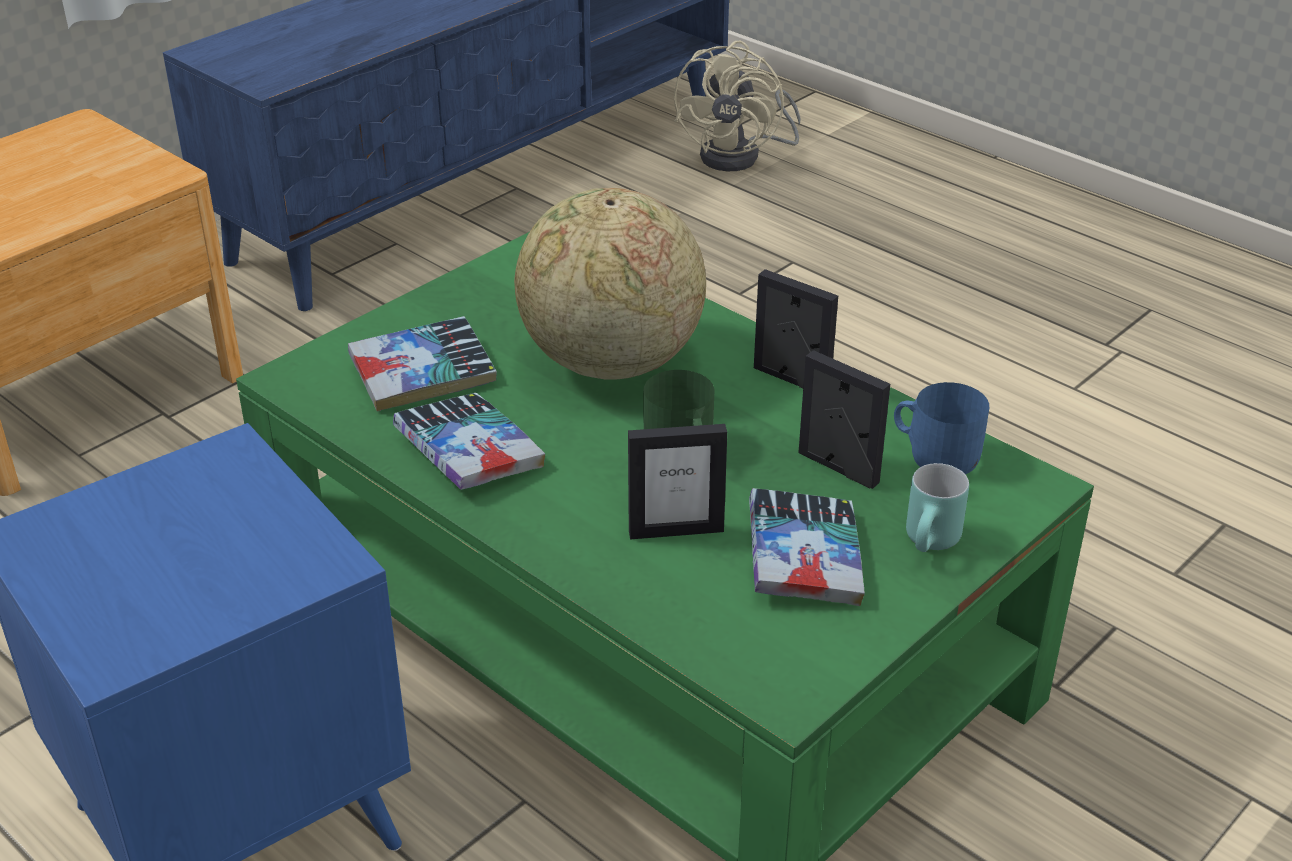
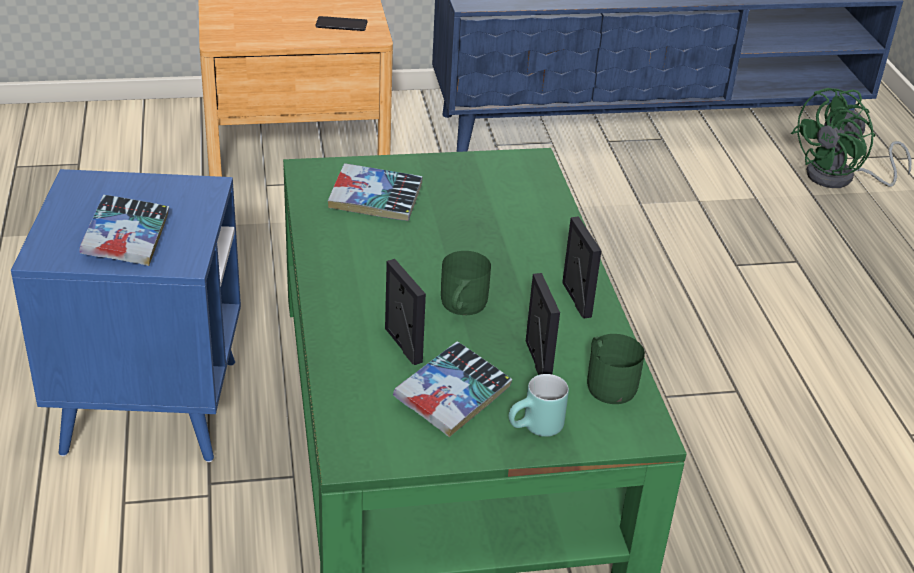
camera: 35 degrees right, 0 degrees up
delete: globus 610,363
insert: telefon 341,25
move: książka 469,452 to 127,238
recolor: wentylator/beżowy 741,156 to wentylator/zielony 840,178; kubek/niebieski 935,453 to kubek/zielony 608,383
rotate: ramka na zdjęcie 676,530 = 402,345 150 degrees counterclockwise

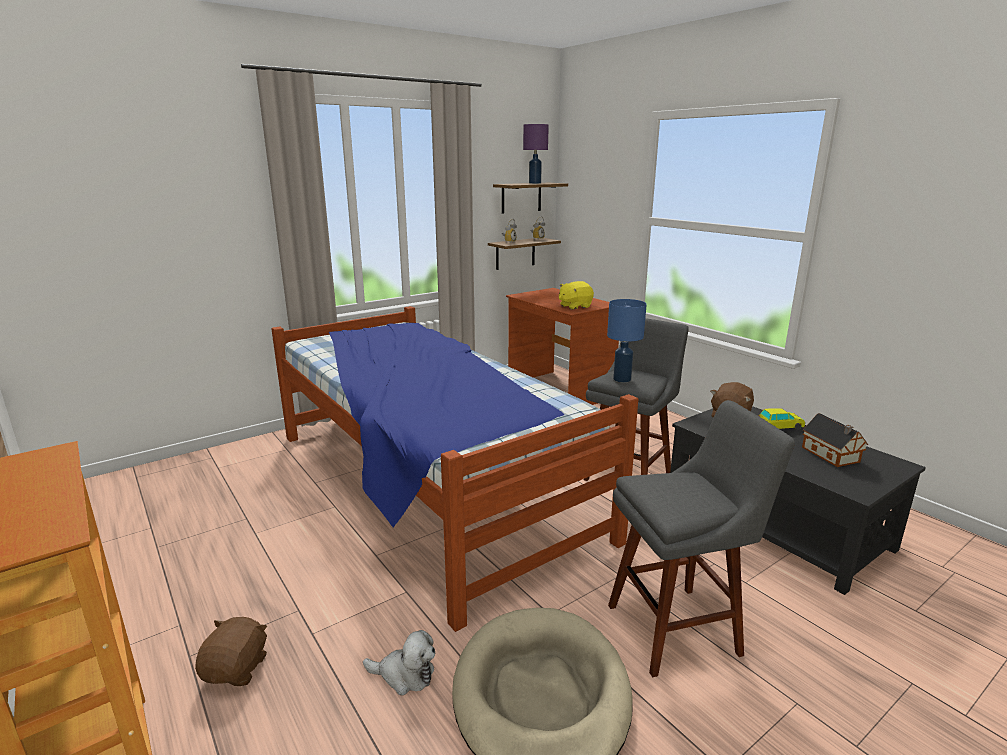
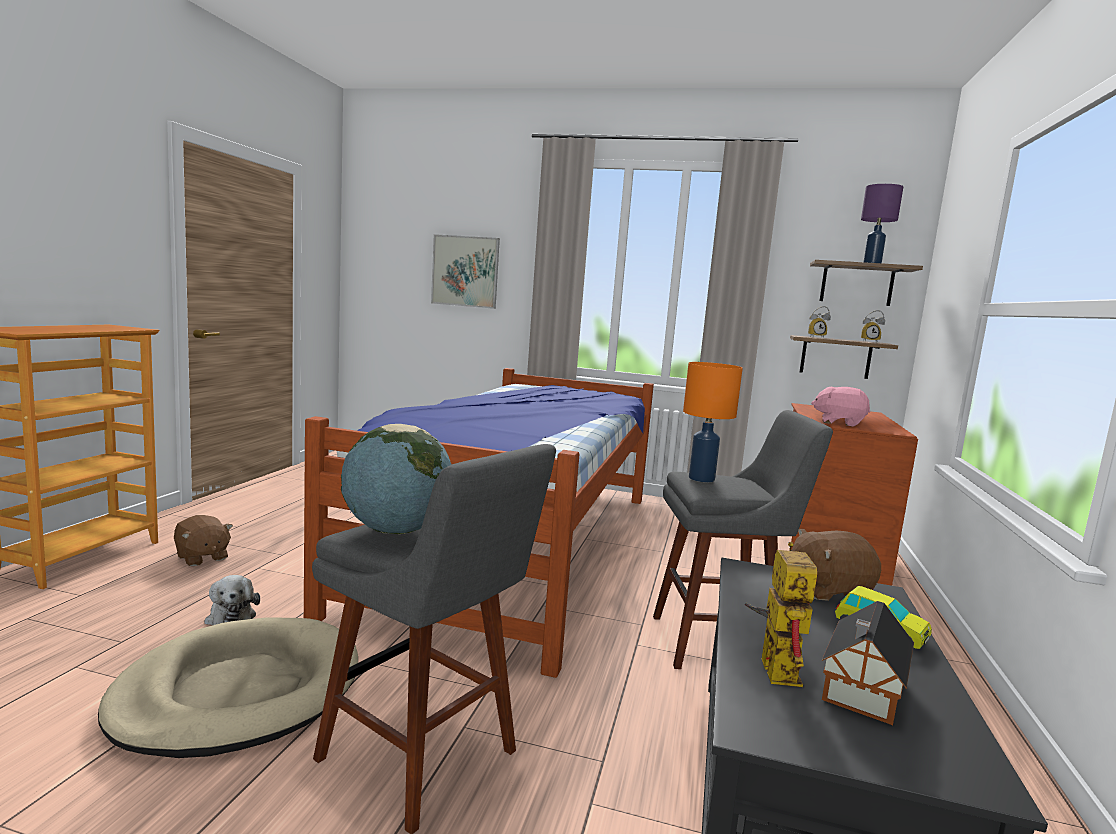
camera: 50 degrees right, 10 degrees down
insert: globus 396,530; obraz 465,271; robot zabawkowy 772,666
recolor: pluszak/żółty 574,306 to pluszak/różowy 839,422; lampa stołowa/niebieski 622,379 to lampa stołowa/pomarańczowy 702,479
rotate: pluszak/brązowy 237,669 = 201,557 75 degrees clockwise

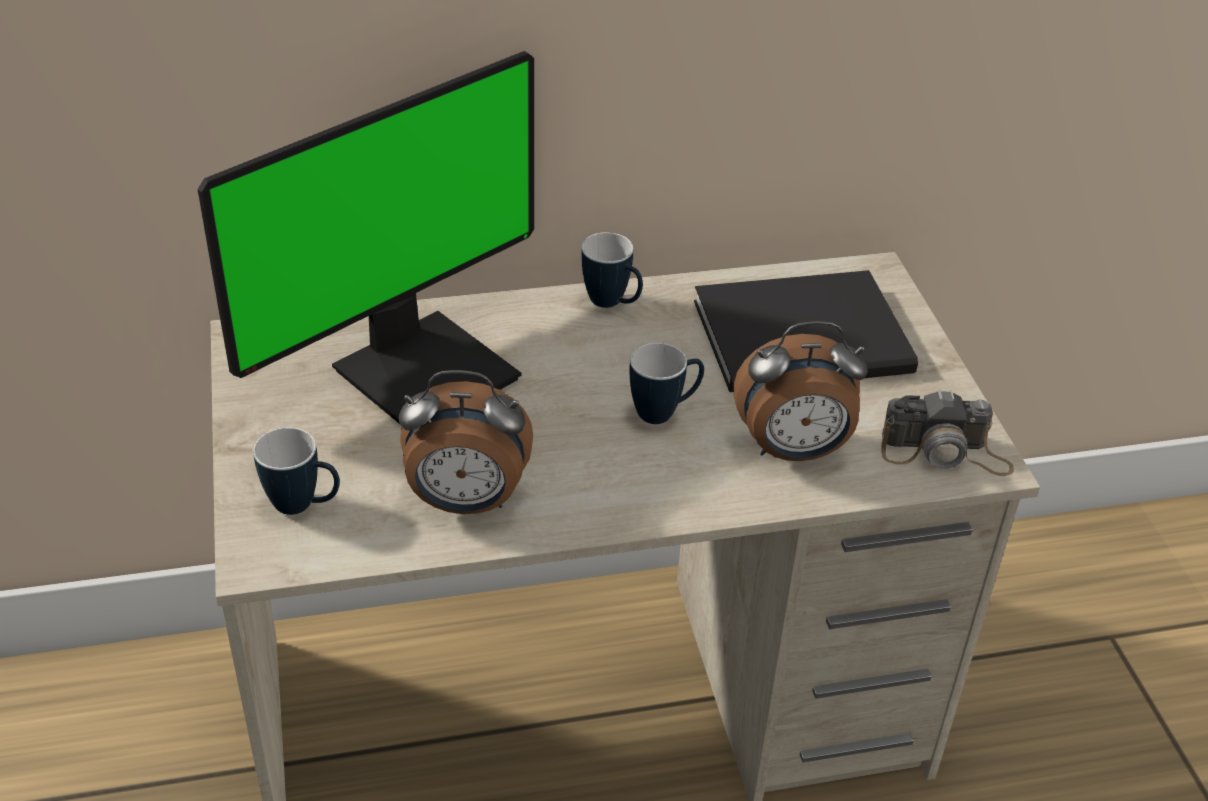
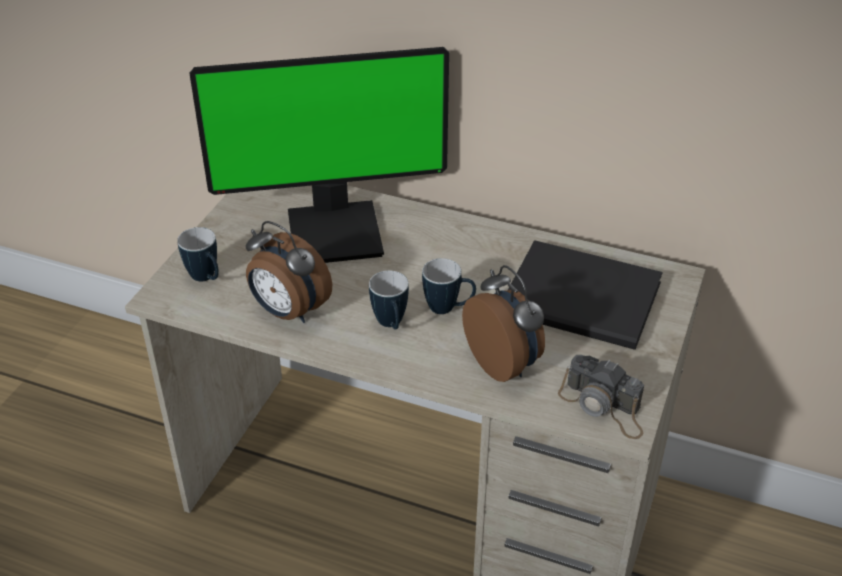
camera: 35 degrees right, 0 degrees up
move: kubek 613,304 to 391,325
rotate: budzik 793,451 = 504,363 150 degrees counterclockwise

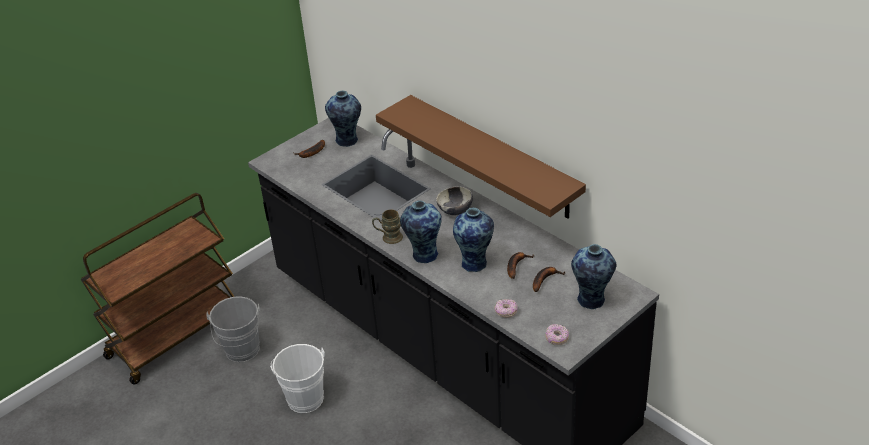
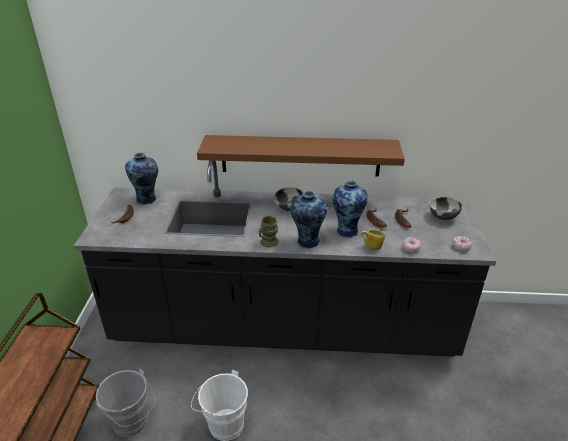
camera: 45 degrees left, 5 degrees down
insert: kubek 371,246
replace: wazon 592,301 to miska 443,217

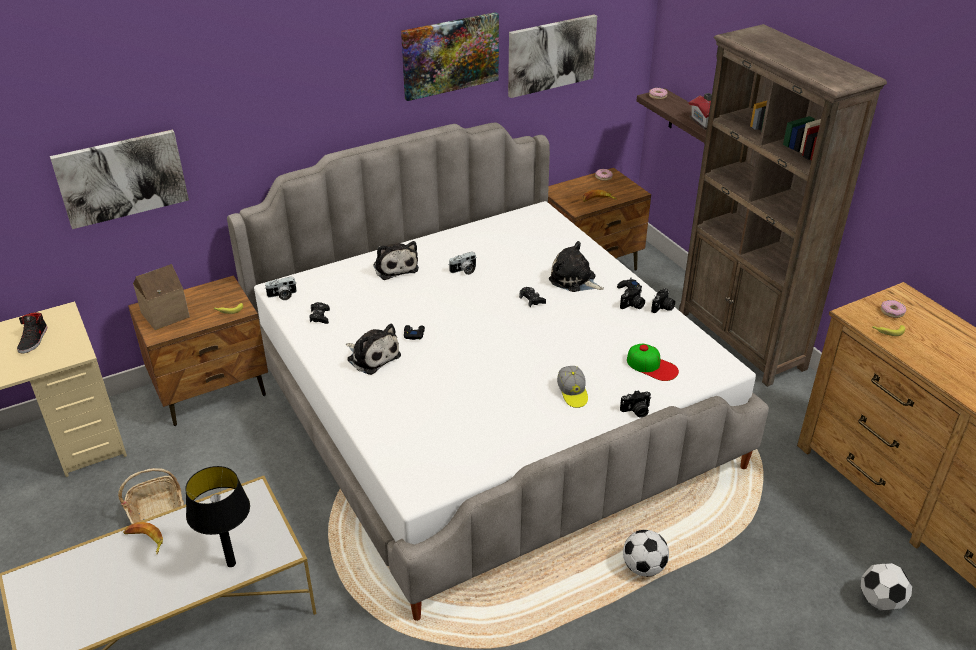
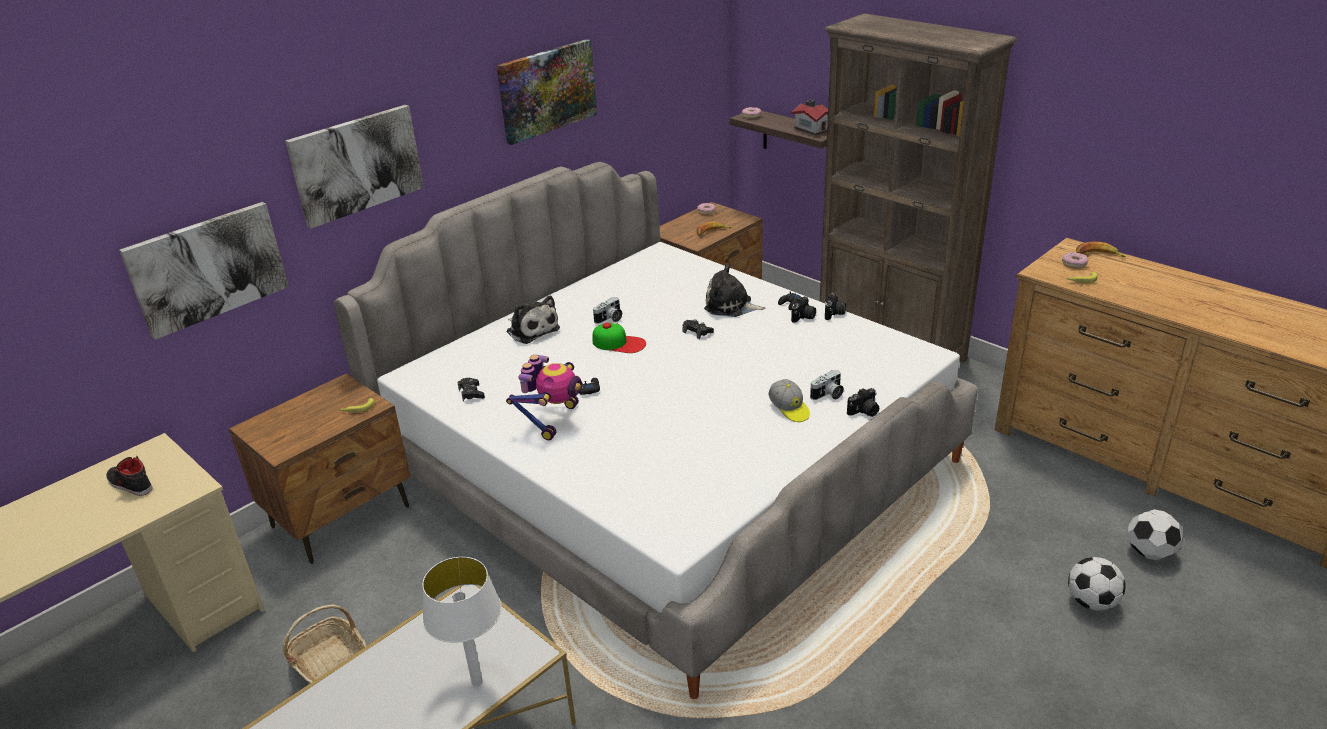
camera: 15 degrees left, 5 degrees down
delete: domek 163,314
move: banan 145,540 to 1098,255; aparat fotograficzny 282,296 to 828,395; obraz 551,55 to 356,164; piłka futbolowa 643,567 to 1091,602; czapka z daszkiem 652,366 to 619,343
replace: pluszak 372,356 to robot zabawkowy 552,420
recolor: lampa stołowa/czarny 231,563 to lampa stołowa/biały 477,681
rotate: but/czarny 34,340 = 129,484 135 degrees clockwise

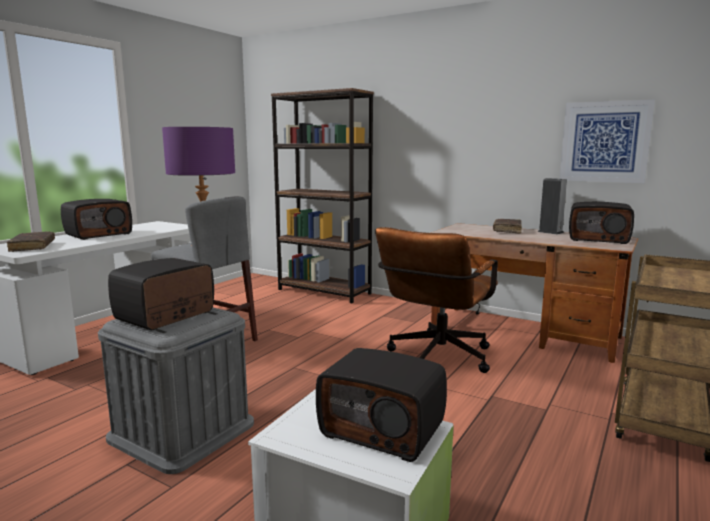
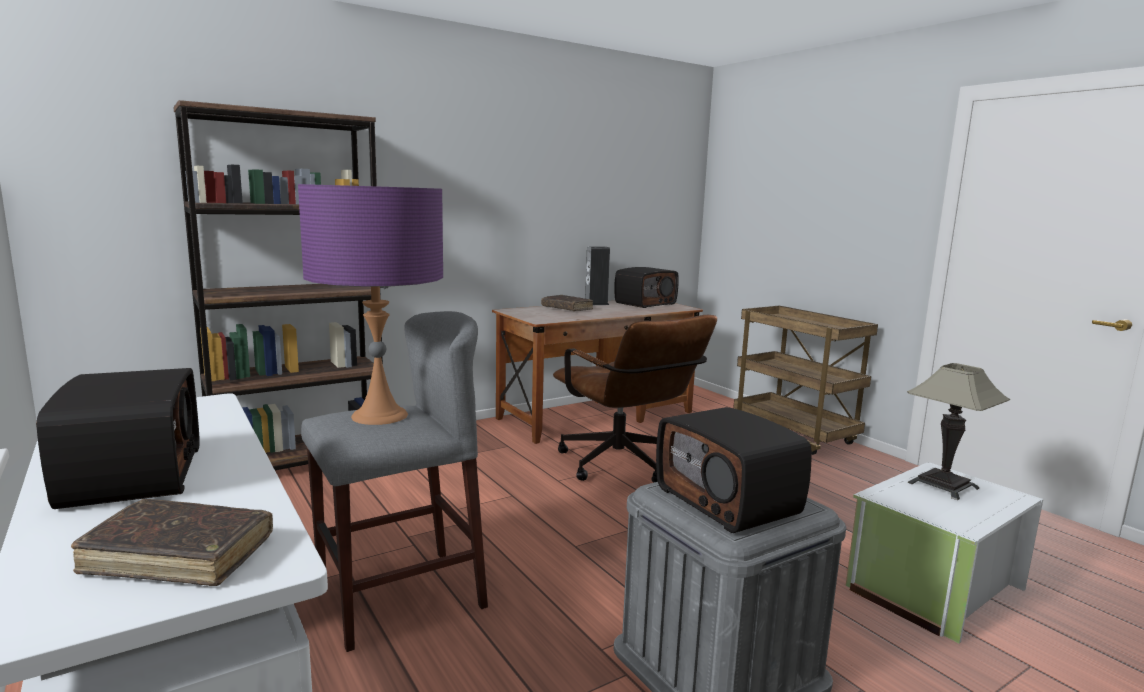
camera: 65 degrees left, 0 degrees up
delete: obraz 604,142
replace: radio 383,429 to lampa stołowa 943,485

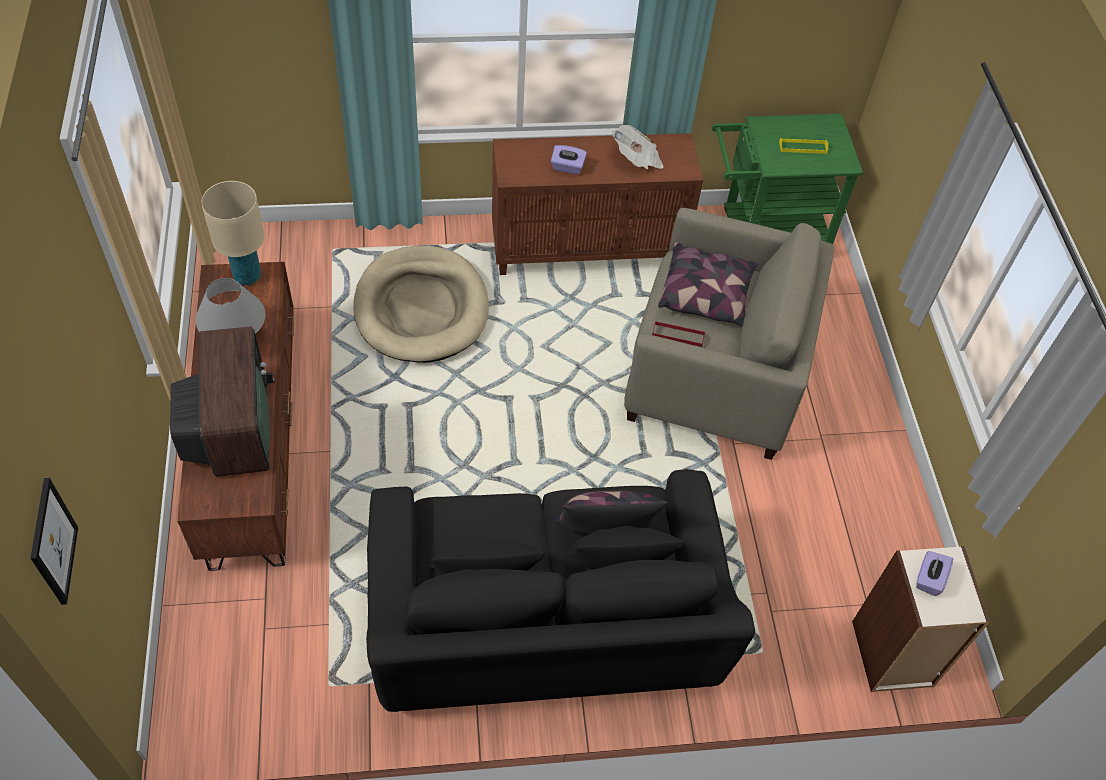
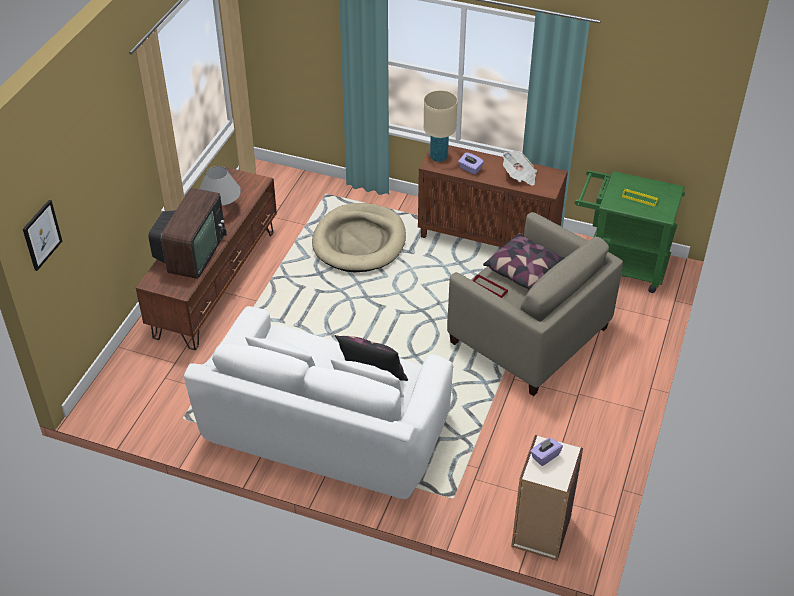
camera: 30 degrees right, 10 degrees down
move: lampa stołowa/beżowy 247,276 to 438,157
recolor: kanapa/czarny 544,622 to kanapa/biały 326,432

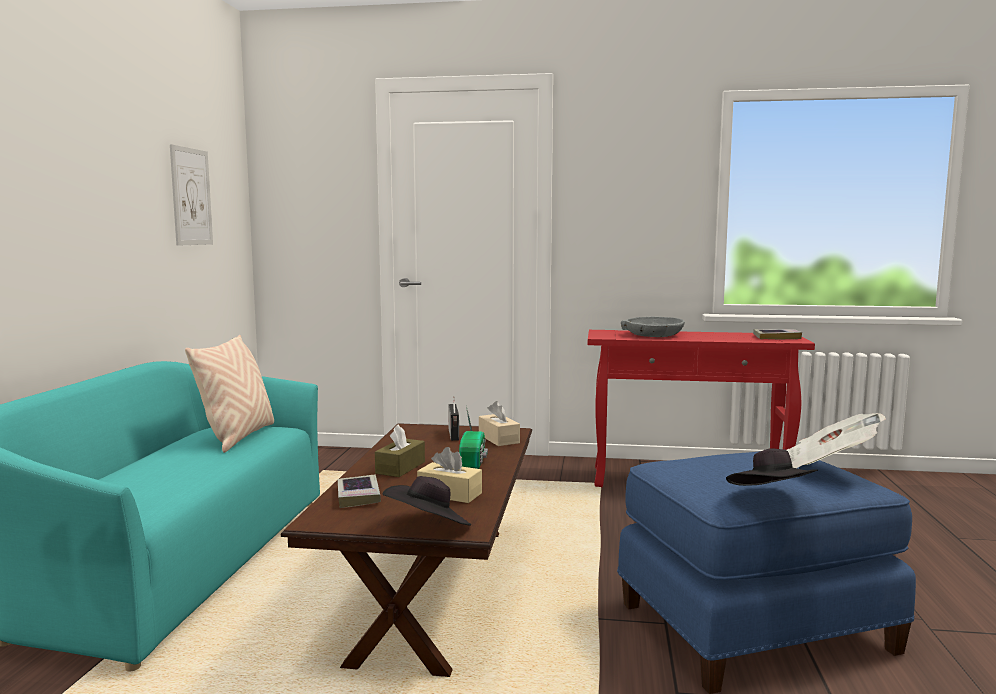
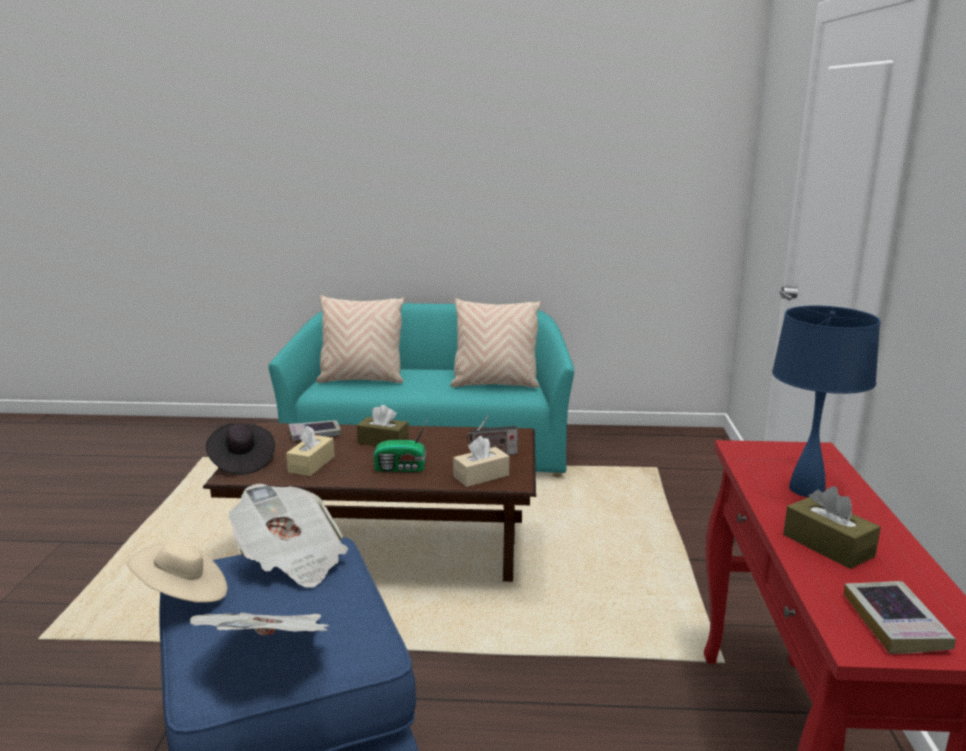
camera: 85 degrees right, 10 degrees up
delete: obraz 191,197
insert: gazeta 291,560; poduszka/beżowy 361,380; pudełko chusteczek/brązowy 828,545
replace: miska/szary 654,335 to lampa stołowa/niebieski 806,489
recolor: kapelusz/czarny 771,498 to kapelusz/beżowy 182,594

